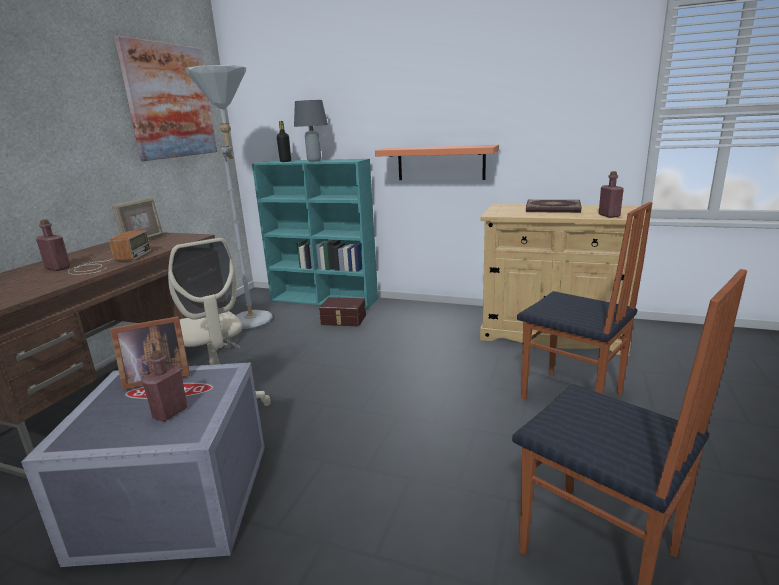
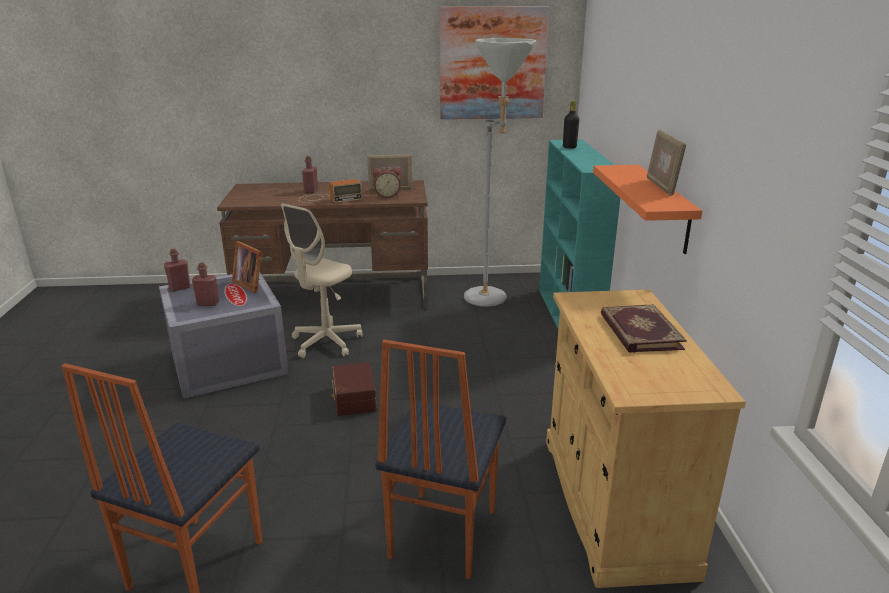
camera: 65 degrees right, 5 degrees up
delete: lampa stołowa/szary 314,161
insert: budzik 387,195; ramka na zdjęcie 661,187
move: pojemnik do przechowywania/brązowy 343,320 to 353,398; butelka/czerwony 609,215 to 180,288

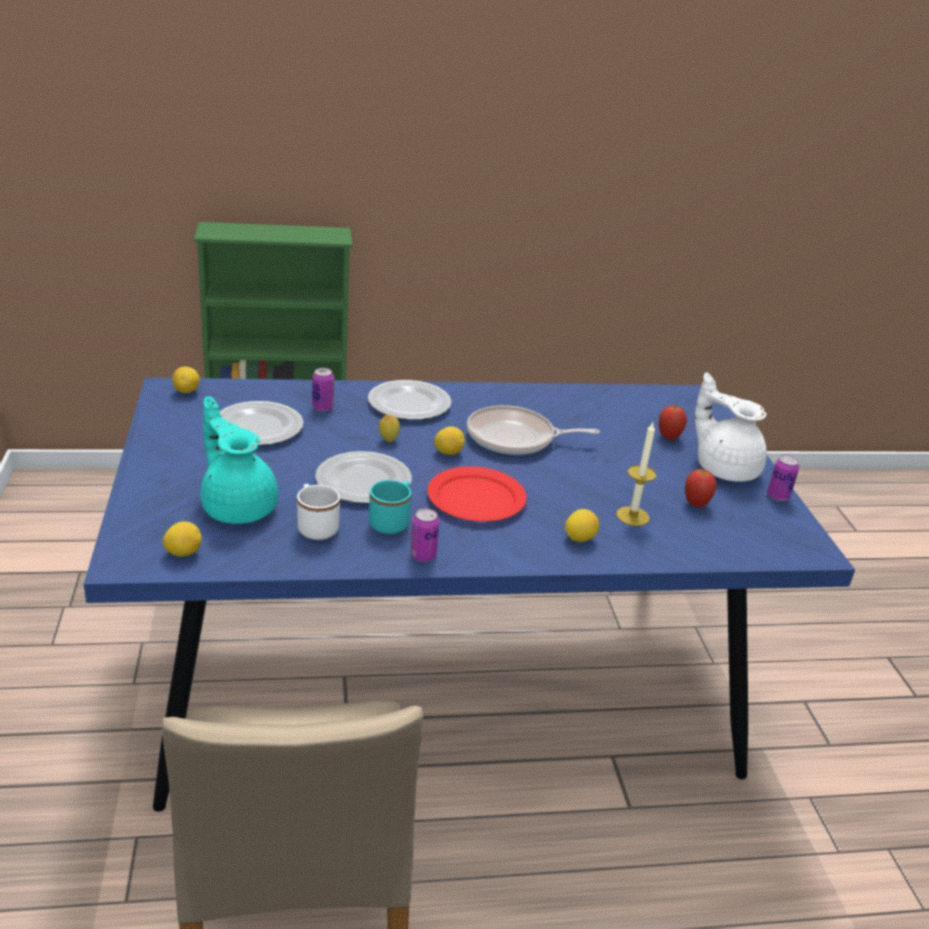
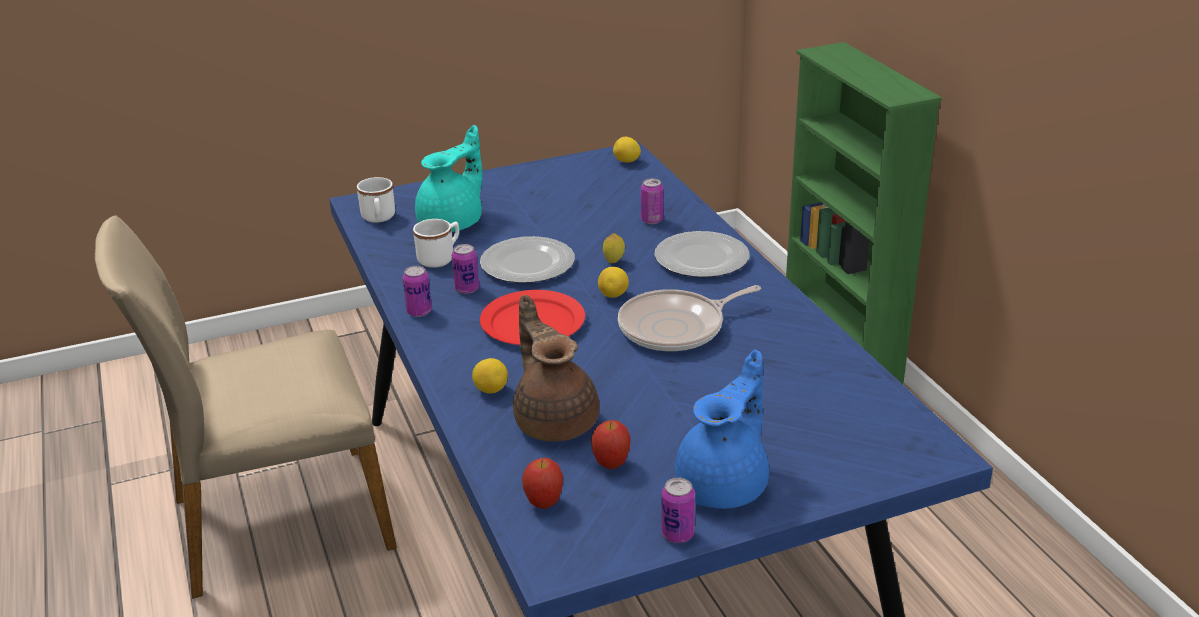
camera: 80 degrees right, 0 degrees up
delete: talerz 259,426
move: jabłko 668,437 to 544,503
replace: cytryna 183,553 to kubek/biały 378,218; kubek/turkusowy 392,522 to puszka 467,289; świeca 632,516 to imbryk/brązowy 555,420
recolor: imbryk/biały 724,468 to imbryk/niebieski 725,485
rotate: patelnia 515,438 = 676,327 105 degrees counterclockwise

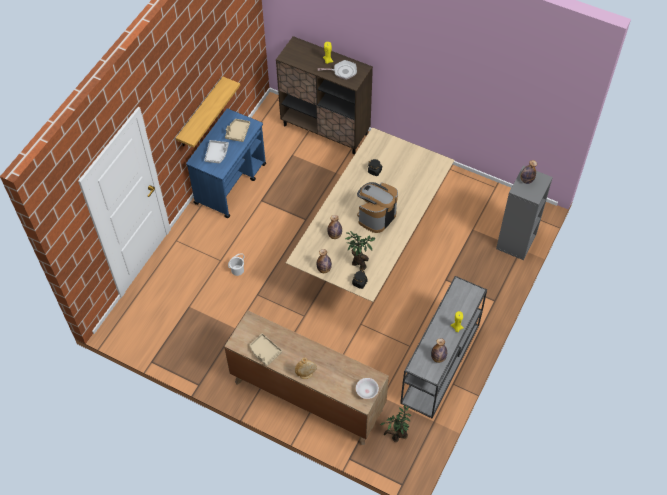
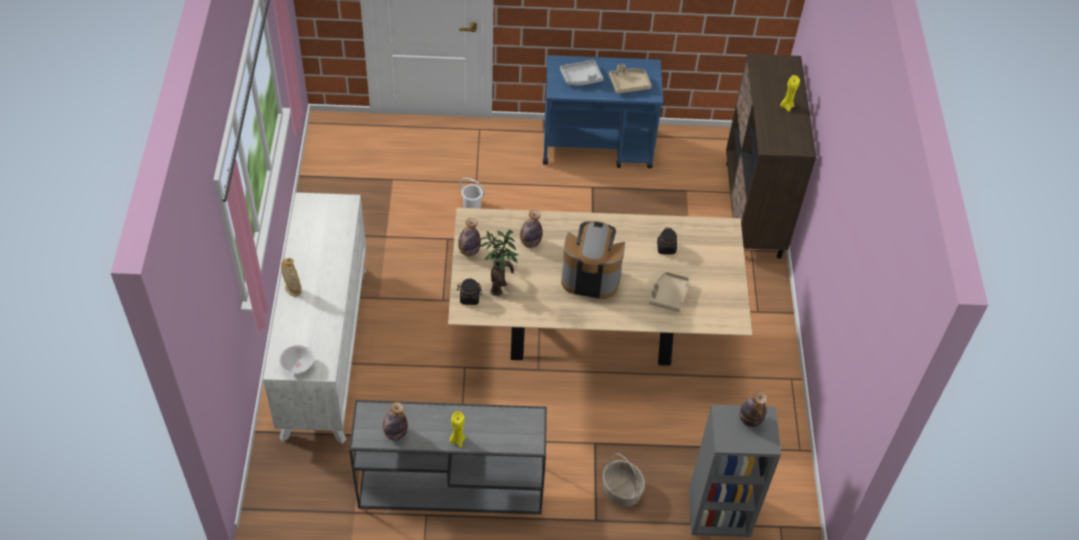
camera: 60 degrees right, 5 degrees down
delete: półka 200,113; patelnia 343,71; roślina doniczkowa 397,436
insert: koszyk 621,490
move: taca/beżowy 265,352 to 668,295
recolor: komoda/brązowy 307,396 to komoda/biały 325,349

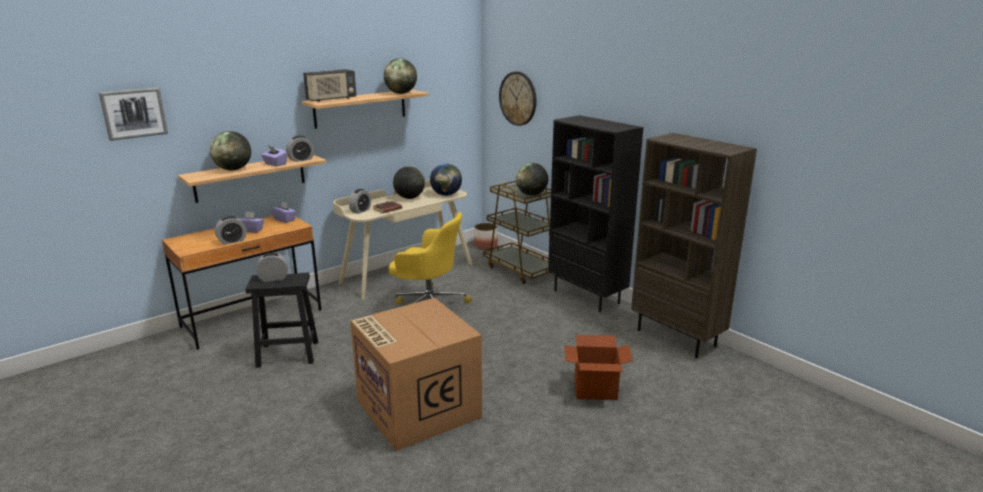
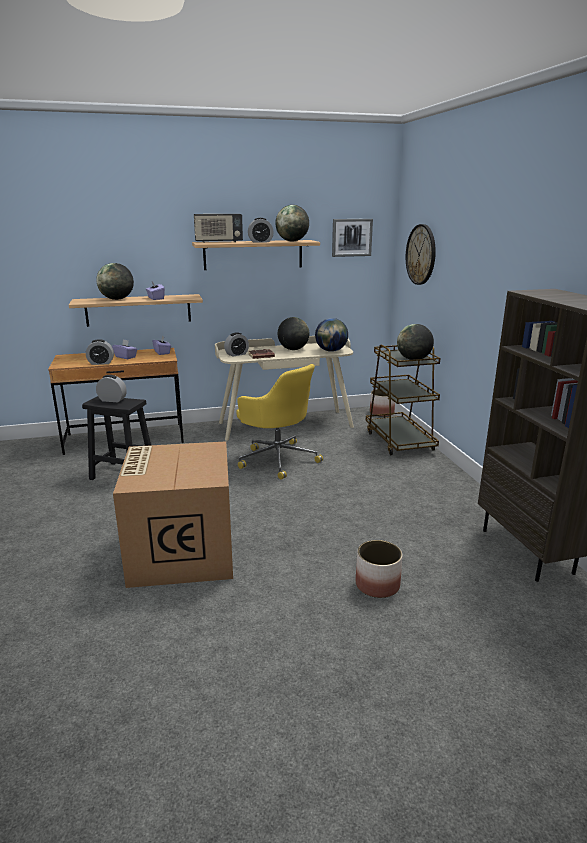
camera: 25 degrees right, 0 degrees up
delete: regał/czarny 587,297
move: obraz 134,113 to 351,237; budzik 301,159 to 260,242
replace: karton 595,390 to donica 377,585

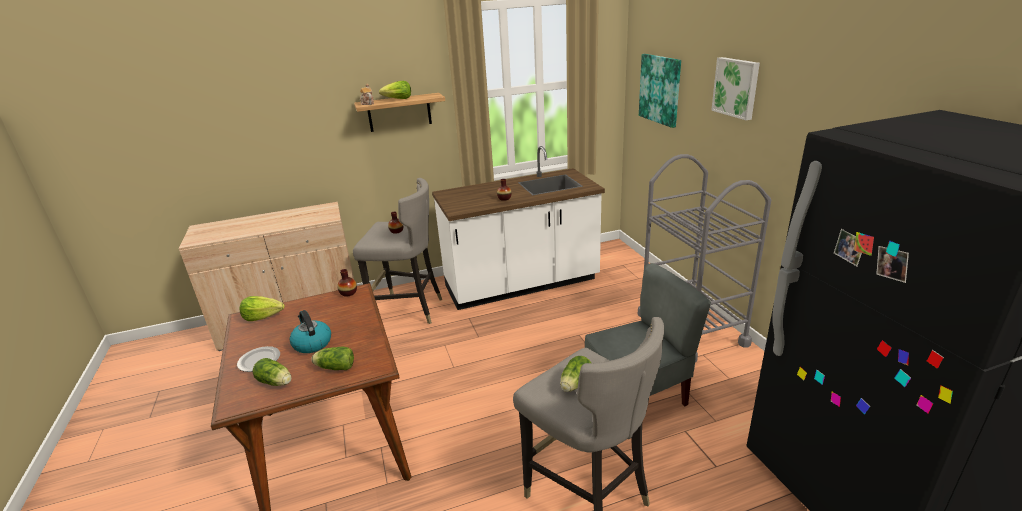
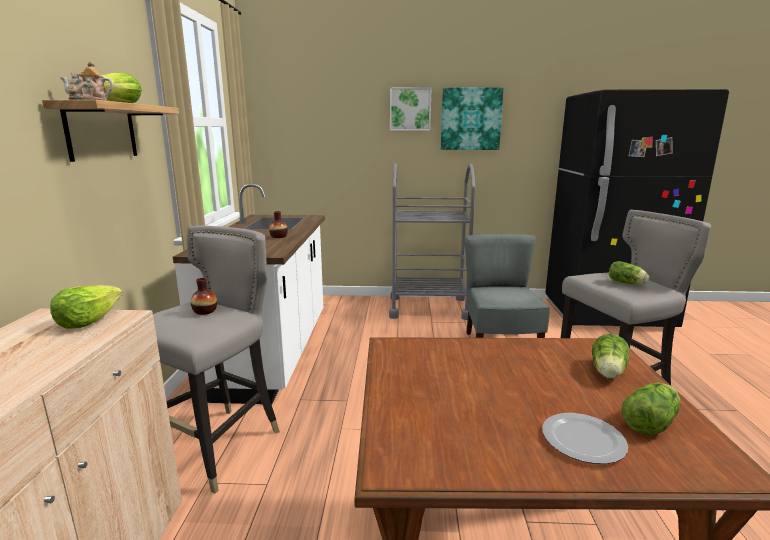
camera: 70 degrees left, 10 degrees down
delete: czajnik 312,343; wazon 348,293
move: sałata 263,317 to 88,321; obraz 660,89 to 470,119

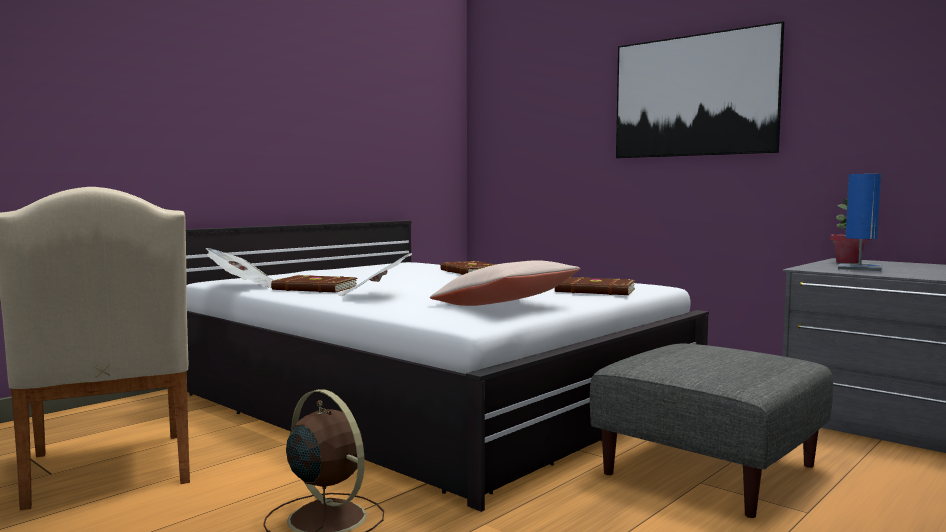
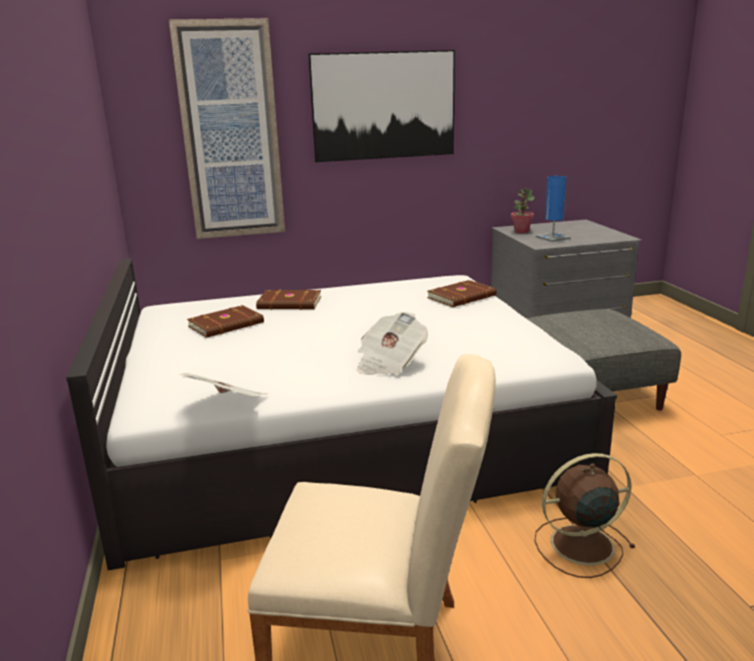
camera: 55 degrees left, 15 degrees up
delete: poduszka/beżowy 504,305
insert: obraz 230,132
move: książka/brązowy 315,288 to 227,325

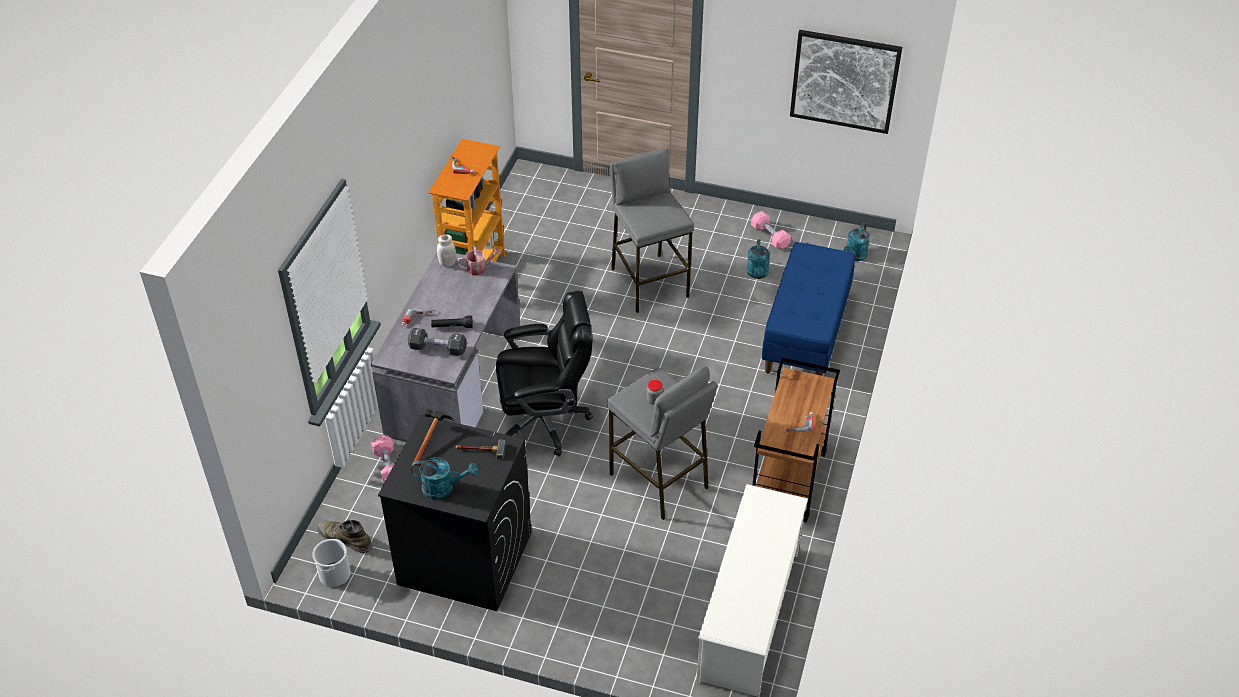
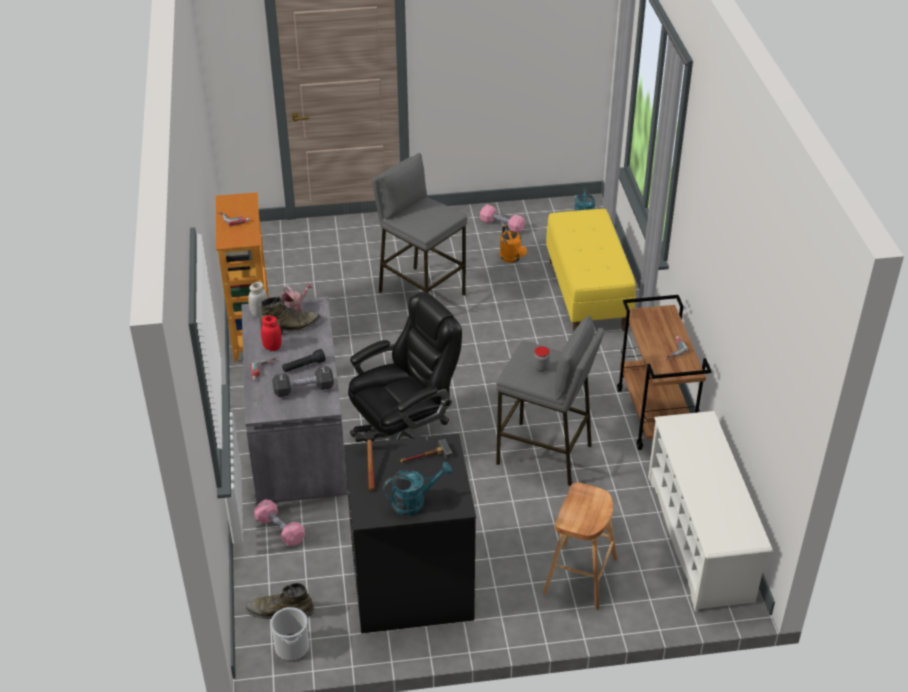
camera: 25 degrees left, 5 degrees down
delete: obraz 844,81
insert: but z cholewką/zielony 291,327; słoik/czerwony 272,347; stołek/brązowy 580,575
recolor: konewka/turkusowy 757,274 to konewka/pomarańczowy 512,258; ławka/niebieski 806,335 to ławka/żółty 587,295

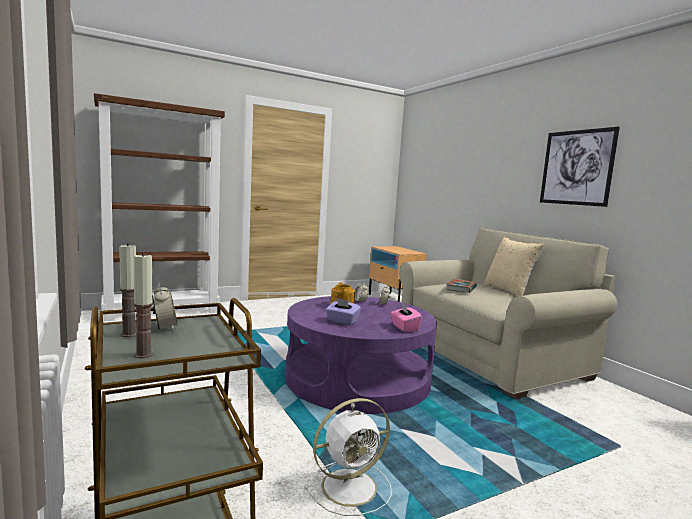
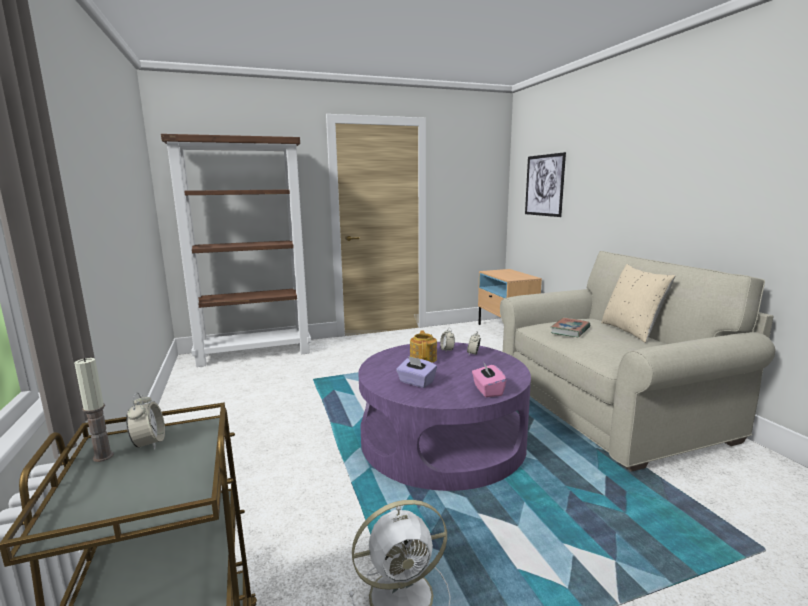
camera: 10 degrees right, 5 degrees up
delete: świeca 143,354
move: obraz 576,167 to 544,185

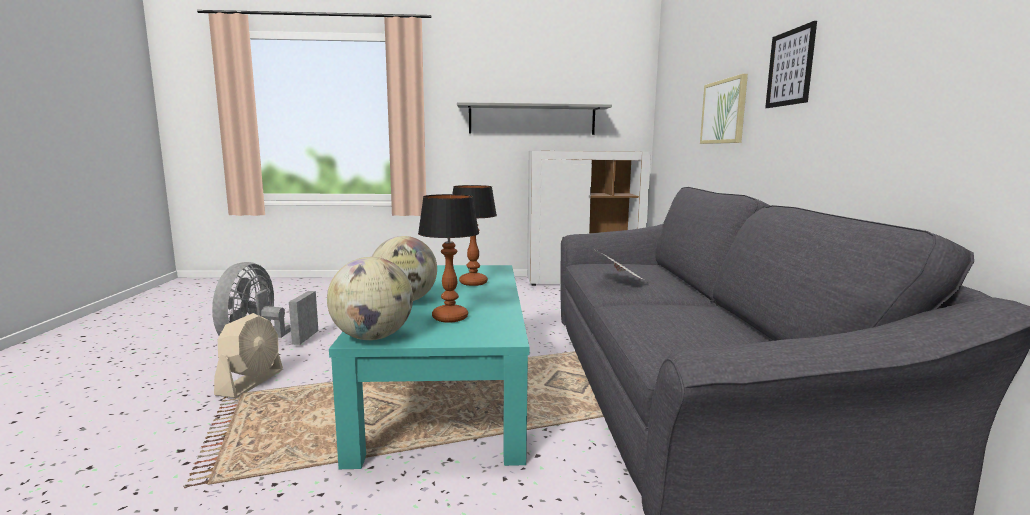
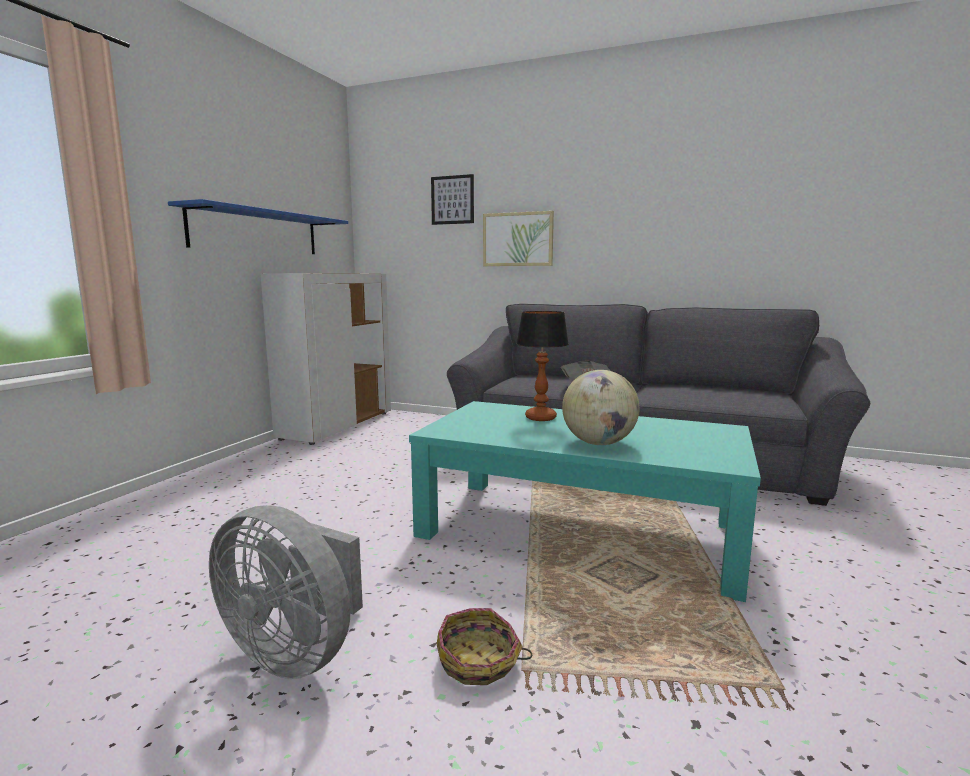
camera: 65 degrees left, 0 degrees up
delete: globus 373,337; lampa stołowa 449,317
move: obraz 790,68 to 452,200
replace: wentylator/beżowy 251,382 to koszyk 479,662
recolor: półka/szary 532,120 to półka/niebieski 257,232

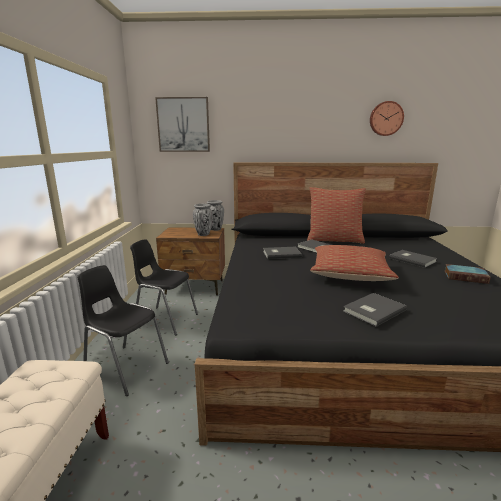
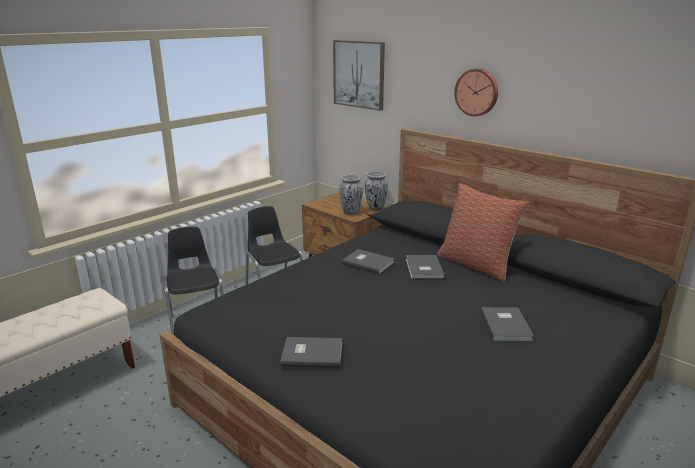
camera: 40 degrees right, 5 degrees up
delete: poduszka 350,274; książka 466,277
move: zegar ścienny 386,118 to 477,92

